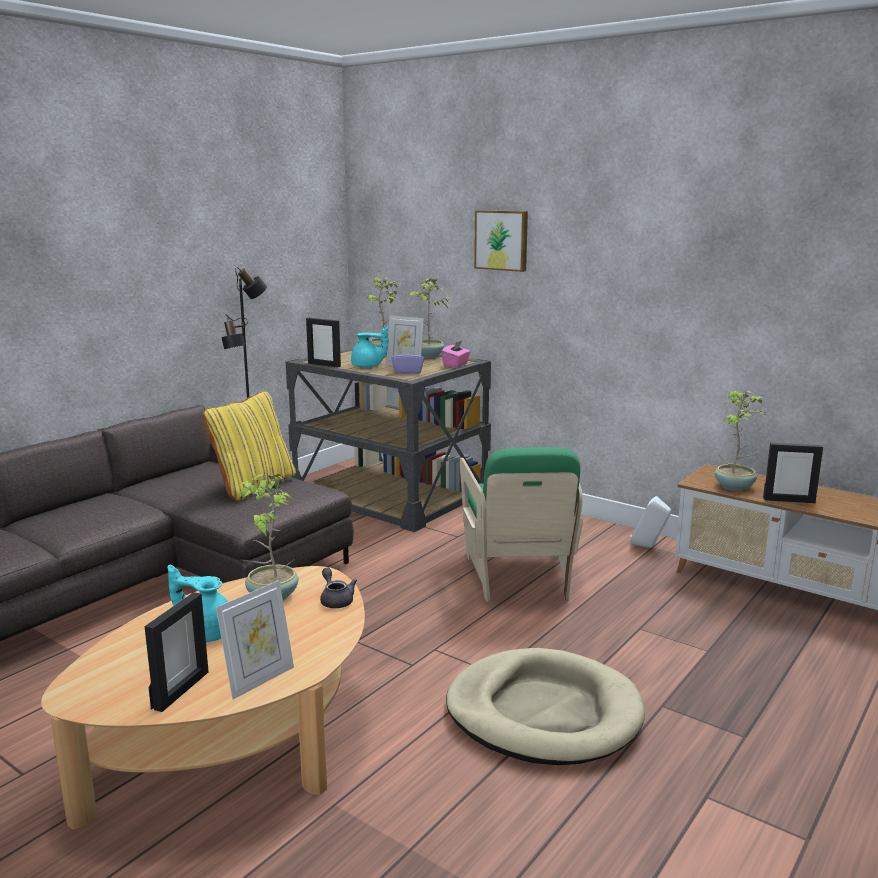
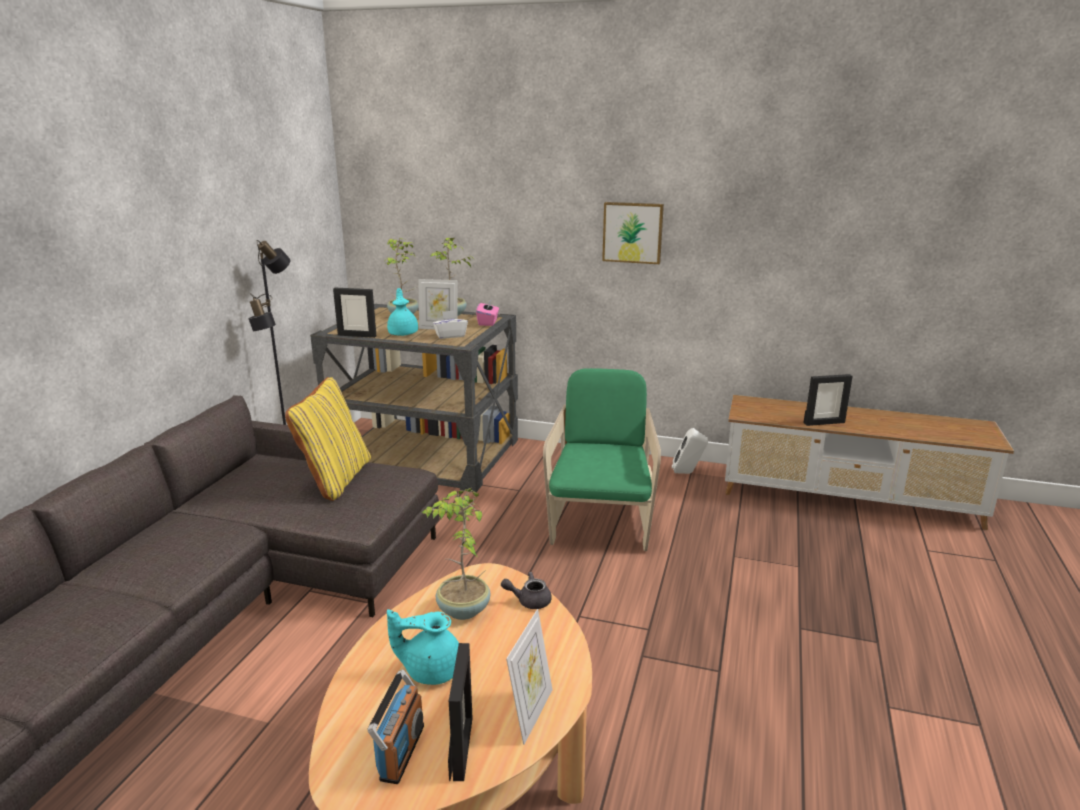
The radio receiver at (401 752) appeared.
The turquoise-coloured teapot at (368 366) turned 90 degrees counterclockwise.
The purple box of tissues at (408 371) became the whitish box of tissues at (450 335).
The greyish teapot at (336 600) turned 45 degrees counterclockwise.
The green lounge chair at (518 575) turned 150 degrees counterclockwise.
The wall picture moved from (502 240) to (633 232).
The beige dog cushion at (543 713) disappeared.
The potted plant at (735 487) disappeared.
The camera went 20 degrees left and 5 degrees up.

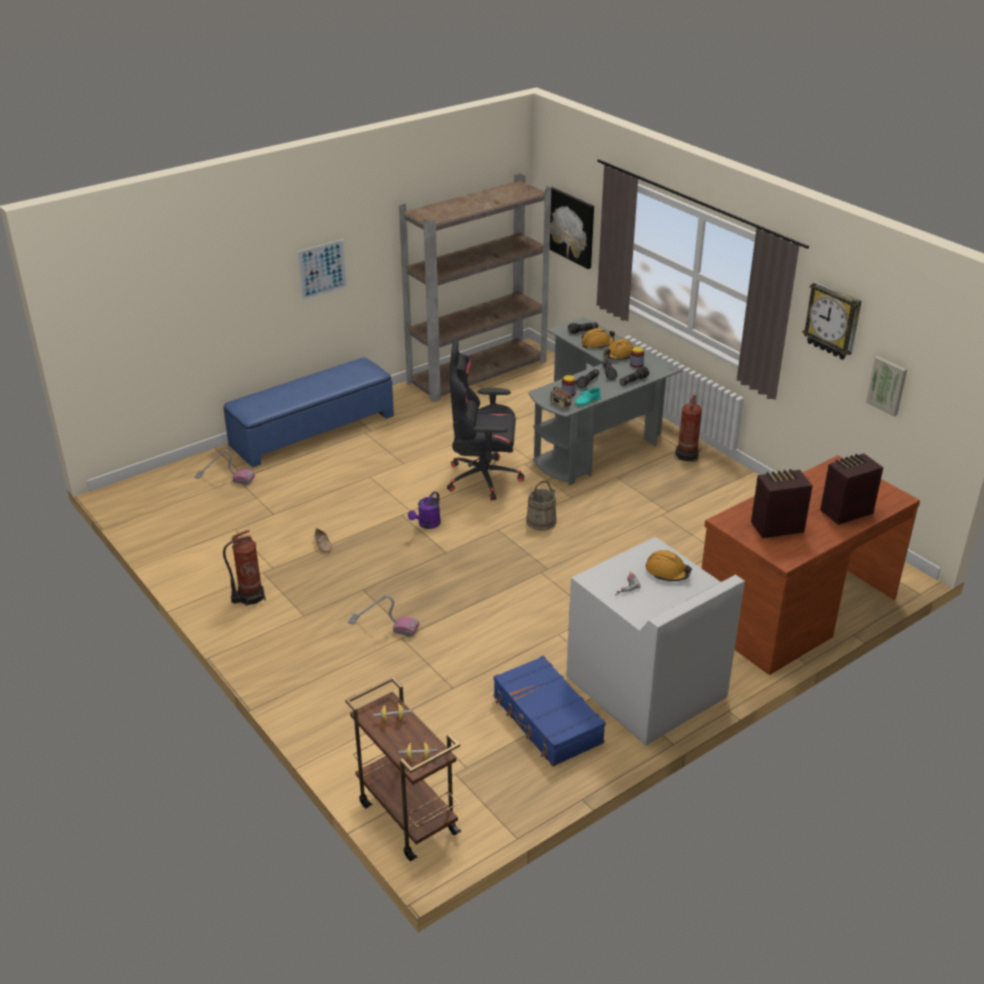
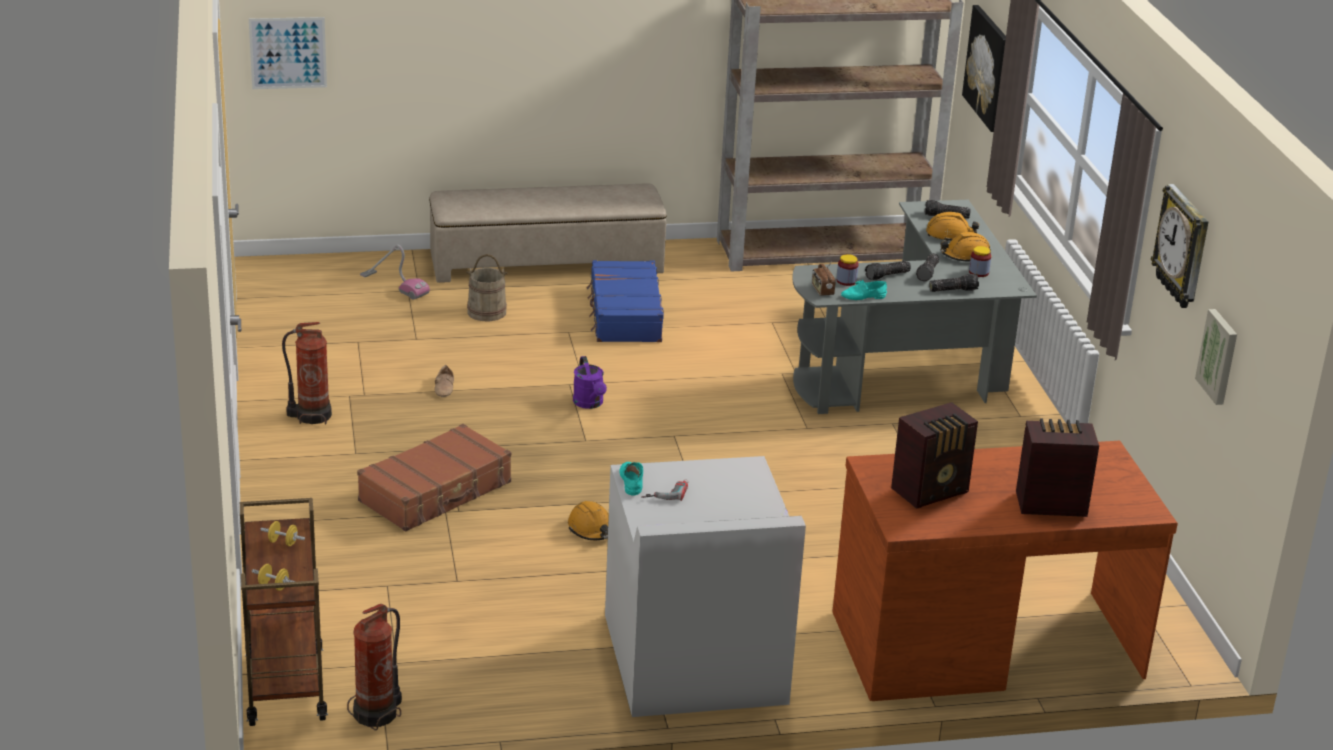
The wall picture moved from (322 269) to (288 53).
The fire-fighting cylinder moved from (687 455) to (377 713).
The vacuum cleaner at (383 626) was replaced by the brownish suitcase at (436 492).
The bluish long seat at (313 430) became the beige long seat at (547 262).
The beige pail moved from (541 521) to (486 312).
The orangey safety helmet moved from (667 572) to (591 529).
The purple watering can at (427 525) turned 75 degrees counterclockwise.
The bluish suitcase moved from (546 720) to (624 315).
The turquoise-coloured low shoe at (630 481) appeared.
The radio receiver at (775 527) turned 135 degrees clockwise.
The black-coloured computer chair at (484 478) disappeared.
The camera went 25 degrees right and 5 degrees down.

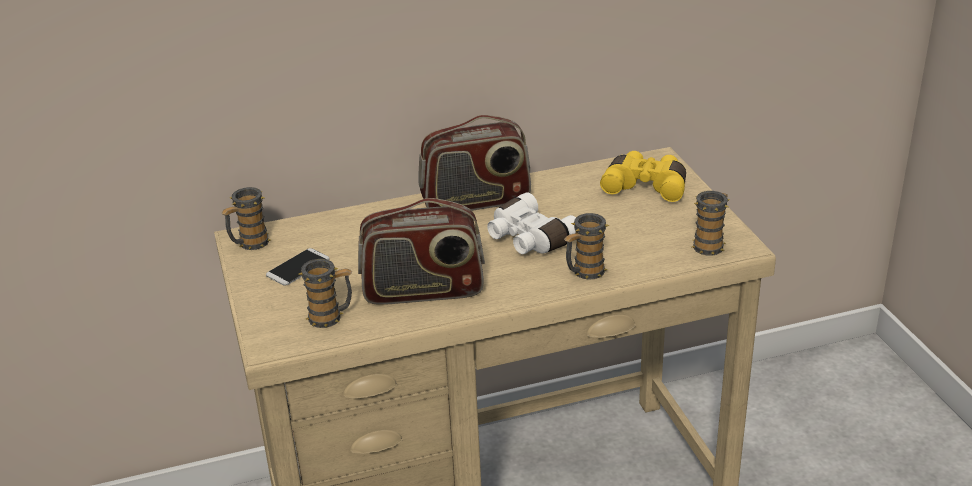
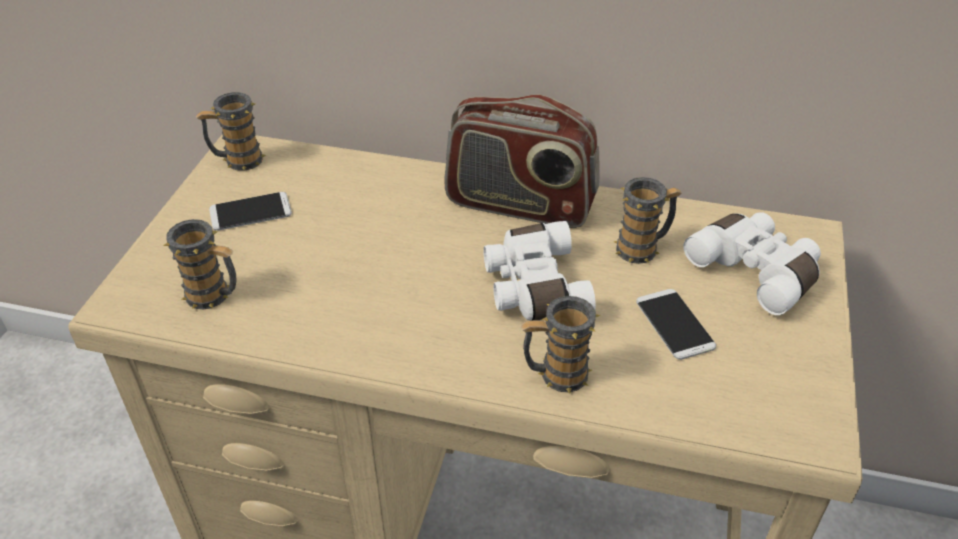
The tea mug moved from (711 244) to (643 248).
The phone at (674 324) appeared.
The yellow pair of binoculars at (646 186) became the whitish pair of binoculars at (756 271).
The radio receiver at (423 291) disappeared.
The camera went 30 degrees right and 10 degrees up.

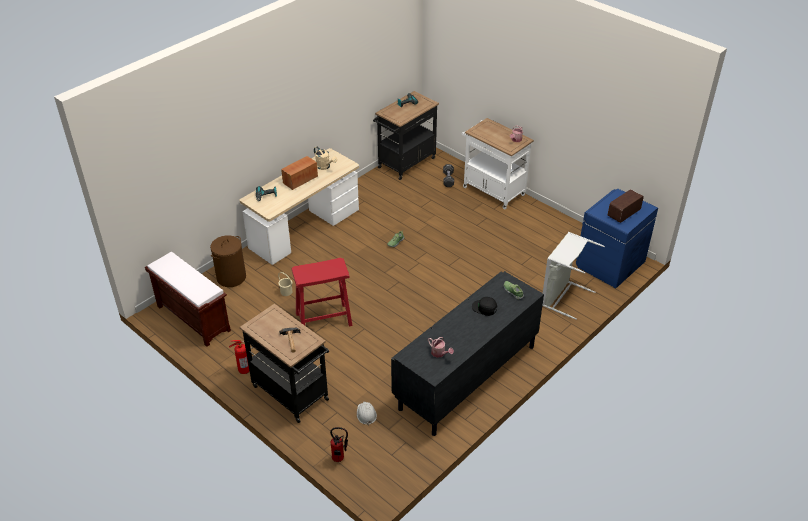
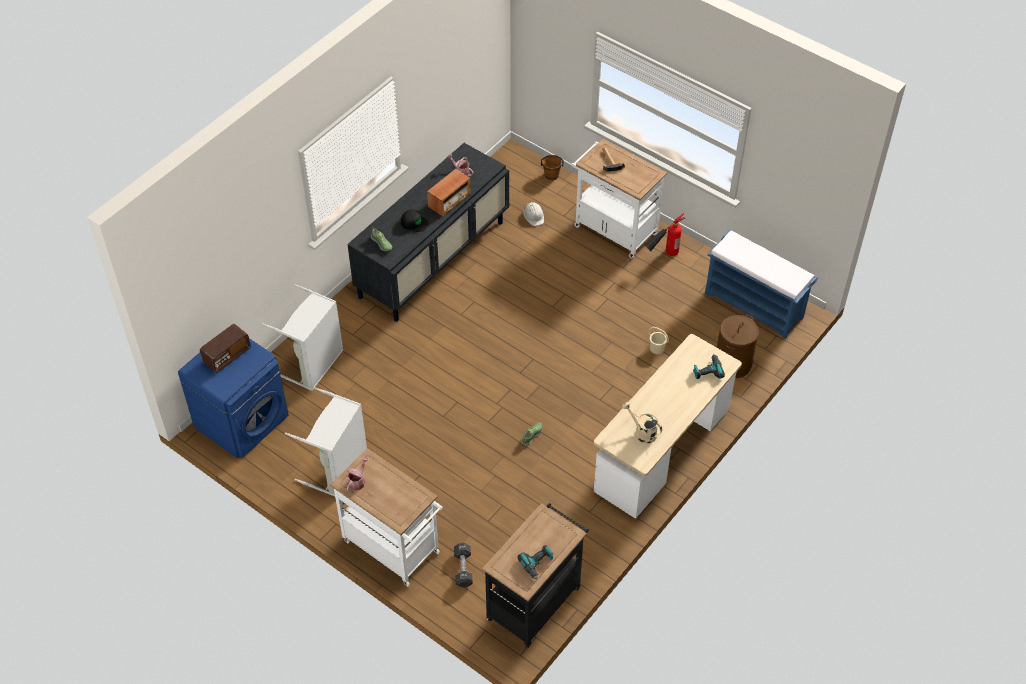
The greyish washing basket at (338 469) appeared.
The radio receiver moved from (300 180) to (449 200).
The fire-fighting cylinder at (340 459) was replaced by the brownish pail at (551 175).
The black-coloured cart at (292 394) became the whitish cart at (613 229).
The brownish long seat at (192 318) became the bluish long seat at (755 305).
The red sitting stool at (323 319) disappeared.
The camera went 175 degrees right and 10 degrees up.

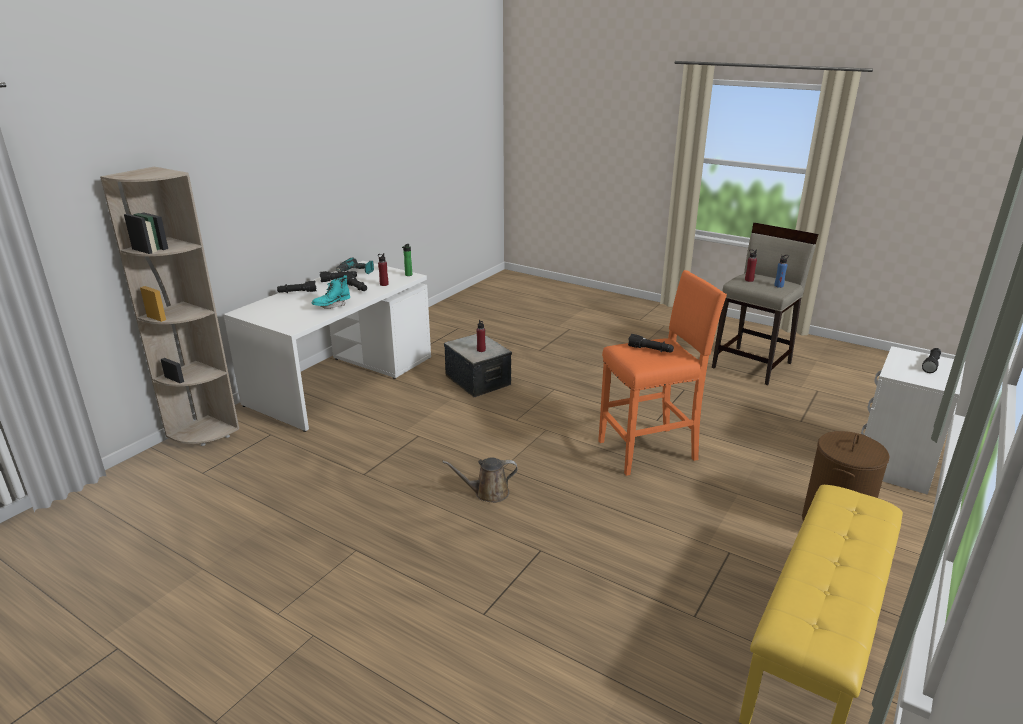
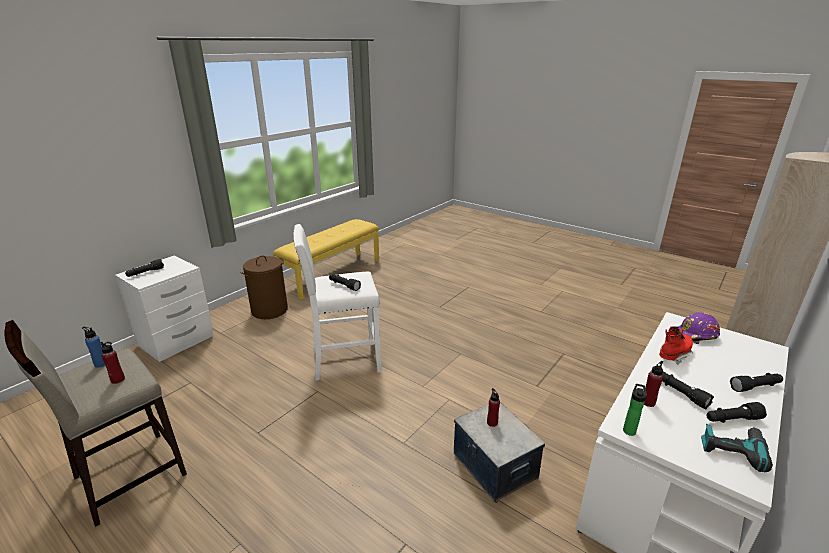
The orangey sitting stool at (650 450) became the whitish sitting stool at (344 361).
The turquoise-coloured high-top boot at (332 306) became the red high-top boot at (674 354).
The purple safety helmet at (696 335) appeared.
The brownish watering can at (488 493) disappeared.
The camera went 175 degrees left and 0 degrees up.

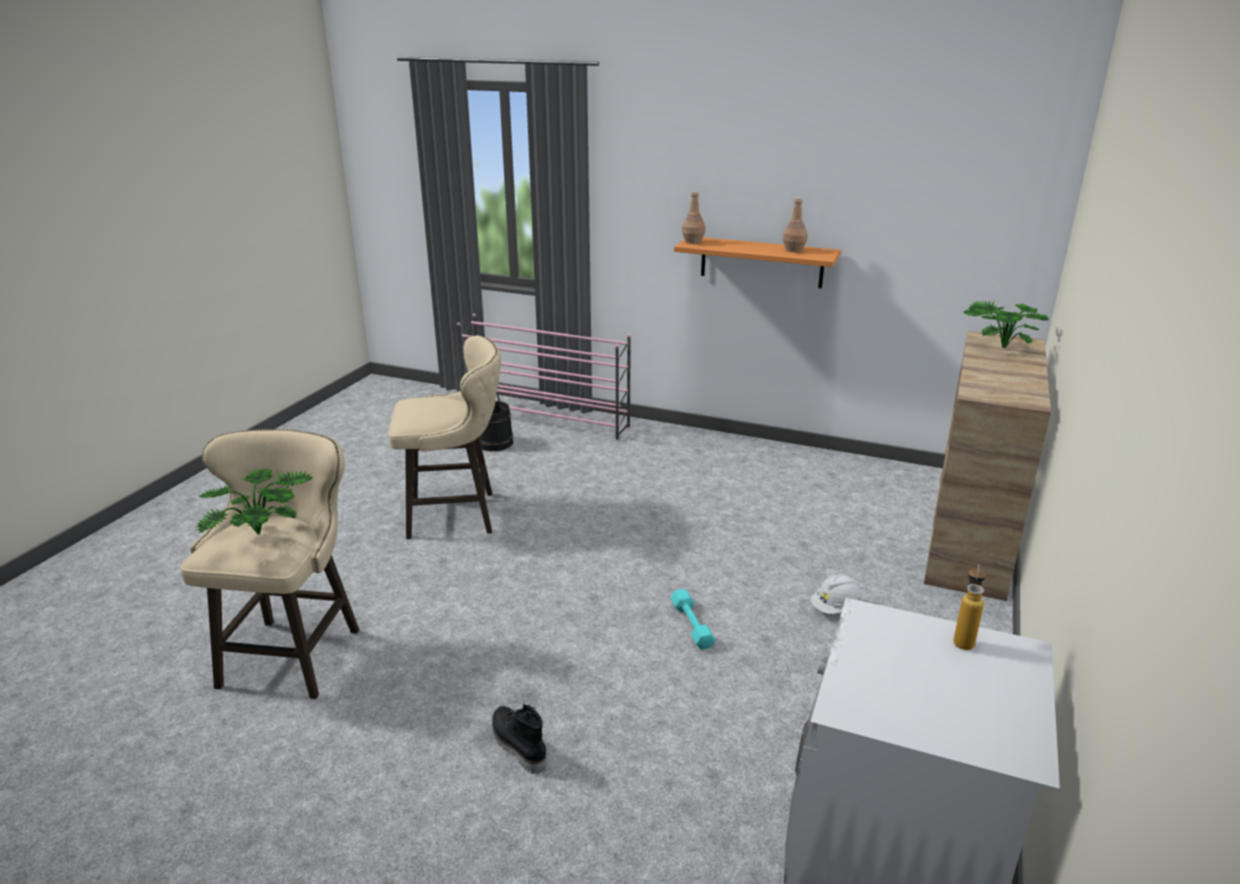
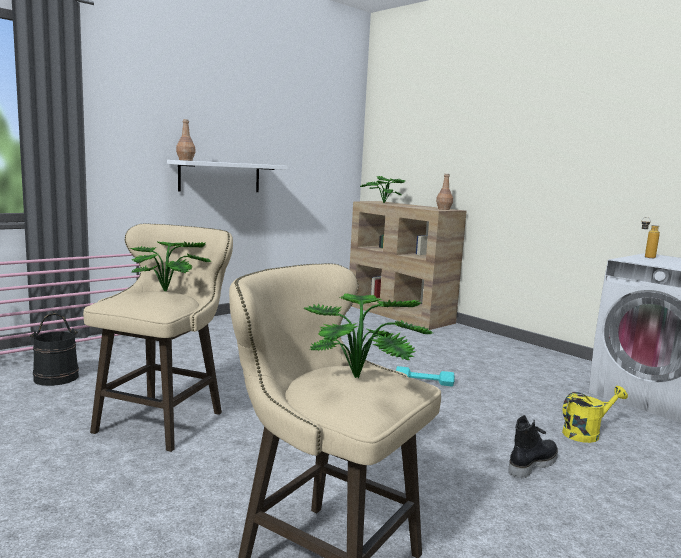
The potted plant at (171 291) appeared.
The orangey shelf at (761 262) became the whitish shelf at (220 177).
The brownish beverage bottle moved from (794 250) to (444 209).
The black-coloured high-top boot at (517 746) turned 150 degrees clockwise.
The yellow watering can at (586 433) appeared.
The whitish safety helmet at (836 608) disappeared.
The camera went 65 degrees left and 15 degrees down.

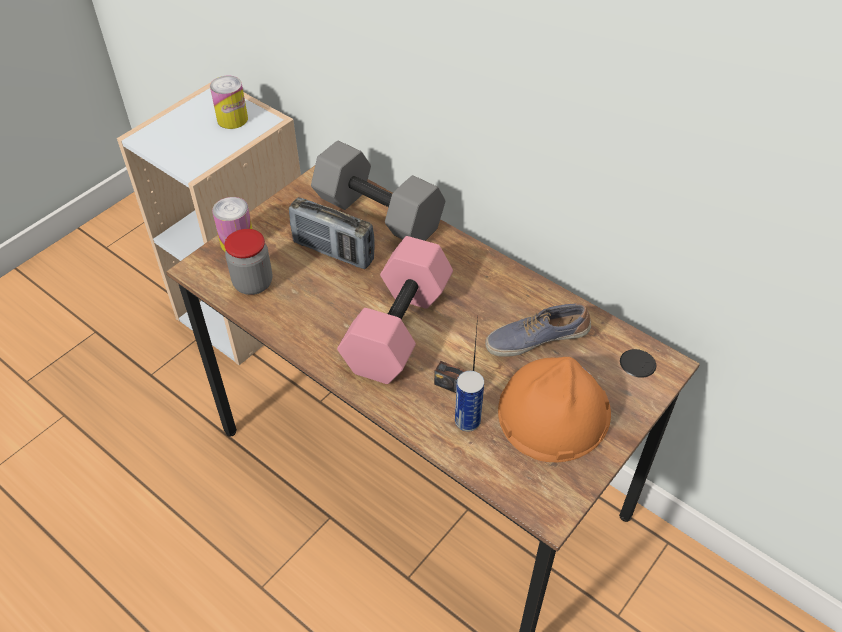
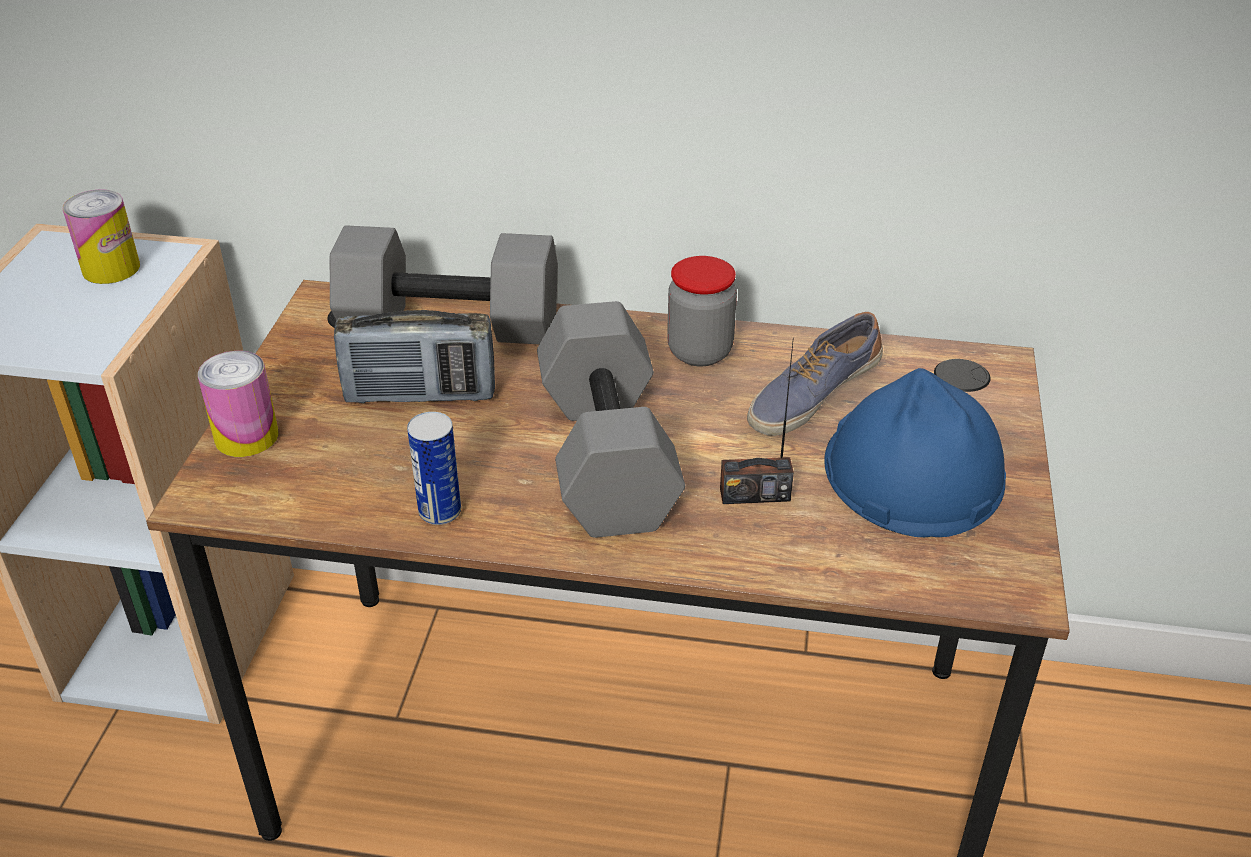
The metal can moved from (467 421) to (440 511).
The pinkish hand weight at (396 326) became the greyish hand weight at (602 454).
The preserve jar moved from (253 283) to (699 352).
The orangey safety helmet at (553 412) became the bluish safety helmet at (912 472).
The camera went 30 degrees left and 10 degrees down.

